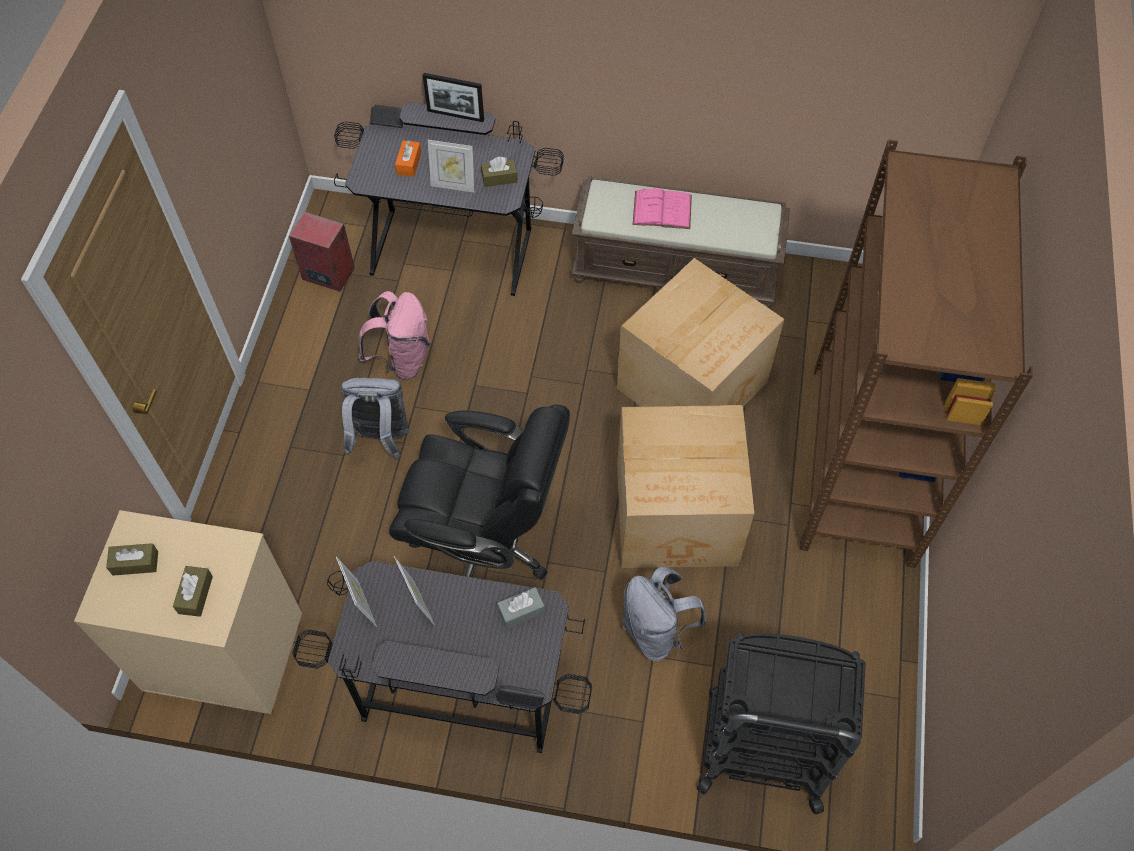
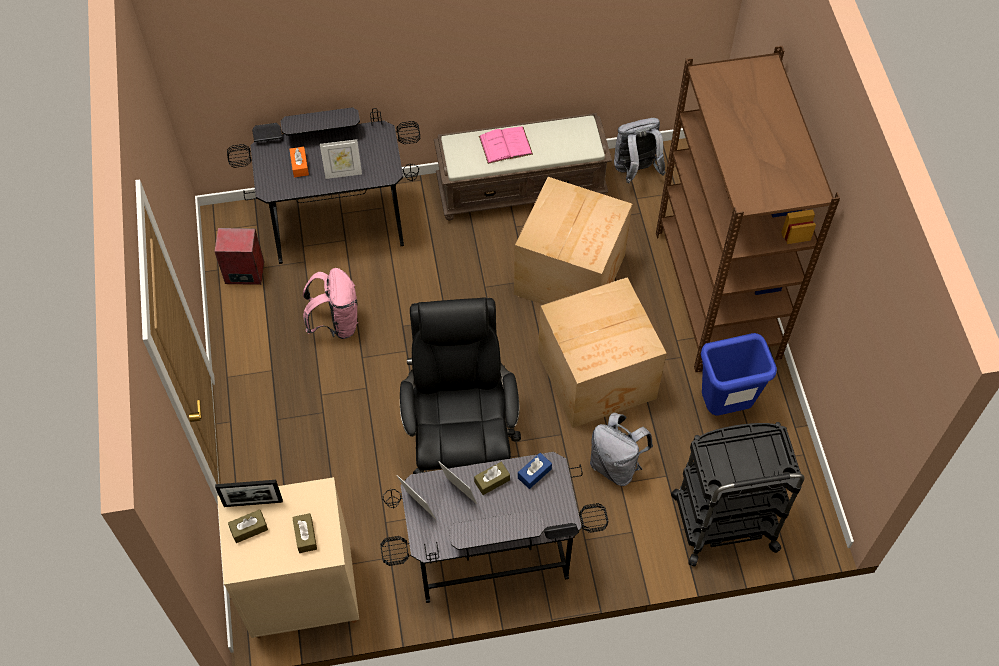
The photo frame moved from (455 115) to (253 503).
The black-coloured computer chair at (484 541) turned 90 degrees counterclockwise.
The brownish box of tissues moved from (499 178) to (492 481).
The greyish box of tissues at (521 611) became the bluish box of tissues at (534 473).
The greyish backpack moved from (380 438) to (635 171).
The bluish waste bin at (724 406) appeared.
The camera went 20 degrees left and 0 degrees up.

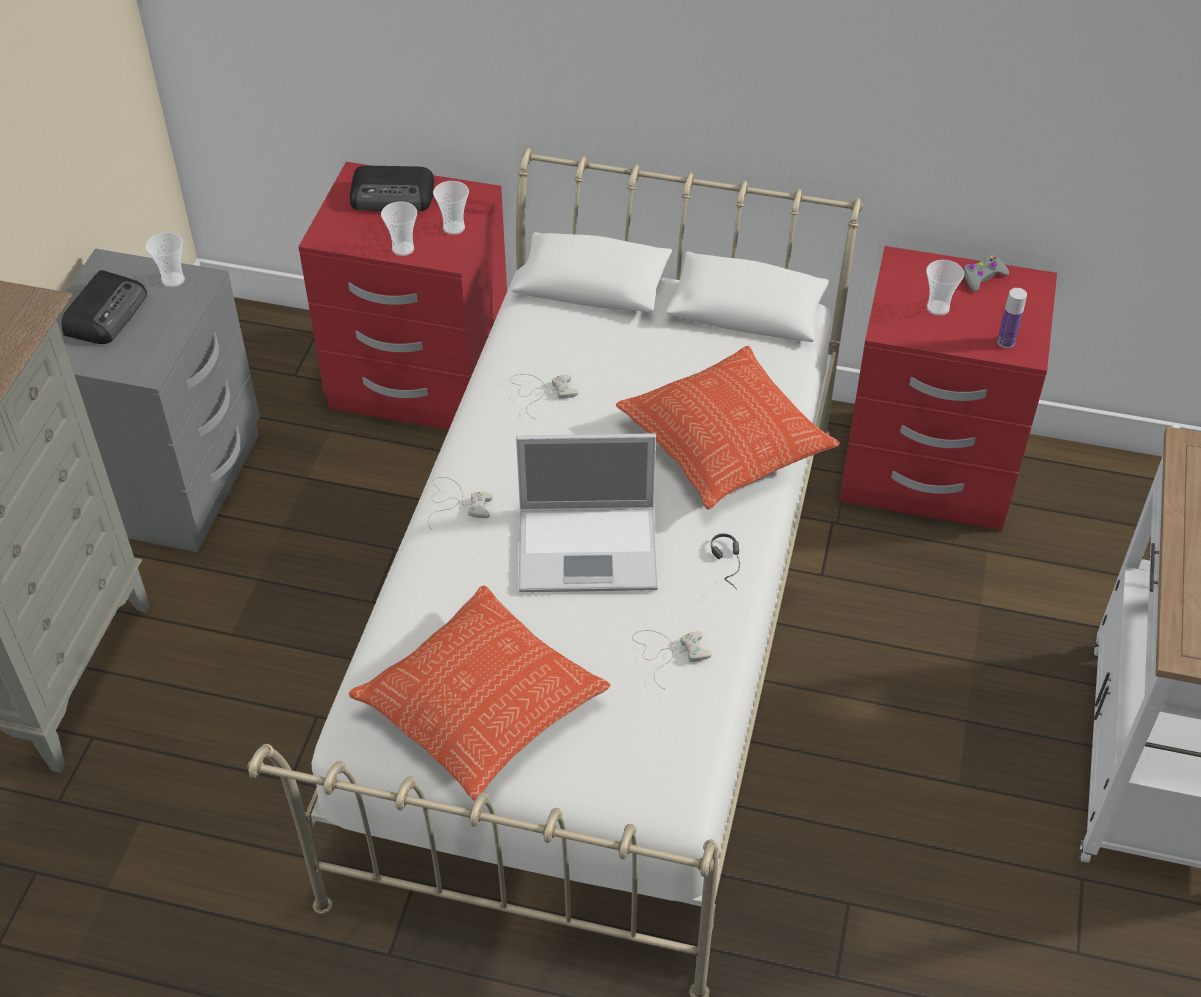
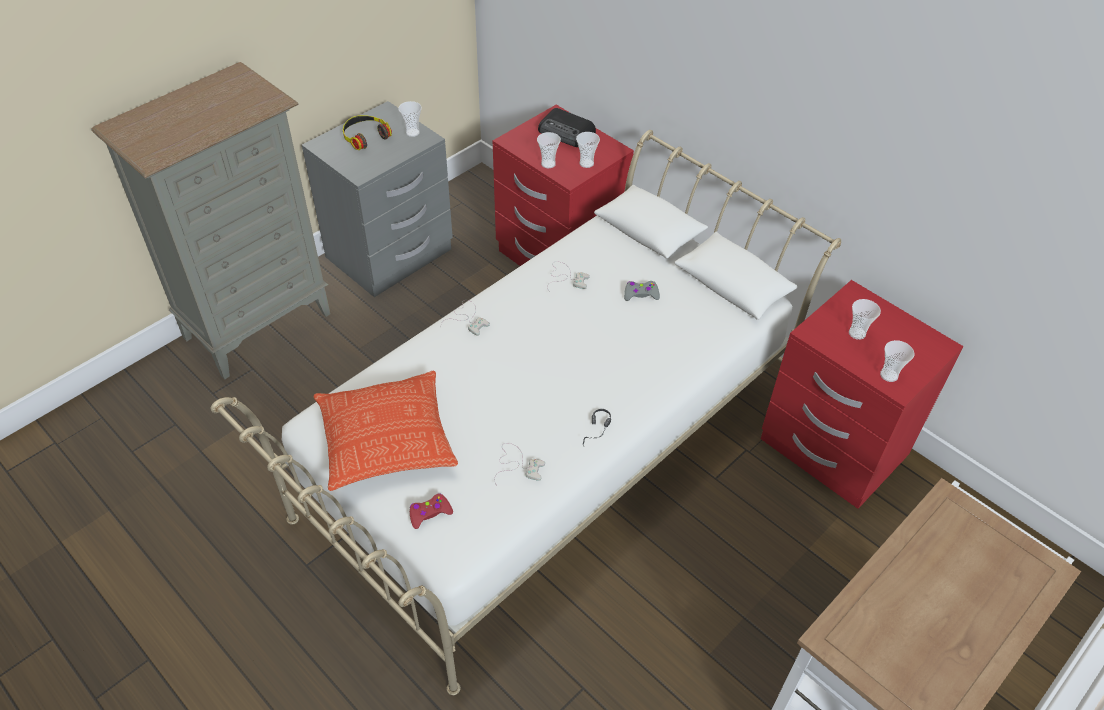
The radio receiver at (106 313) was replaced by the headset at (365 136).
The red joypad at (429 513) appeared.
The greyish joypad moved from (982 277) to (640 294).
The beverage bottle at (1006 342) was replaced by the small cup at (889 375).
The notebook computer at (590 548) disappeared.
The orangey cushion at (726 445) disappeared.
The camera went 30 degrees right and 0 degrees up.

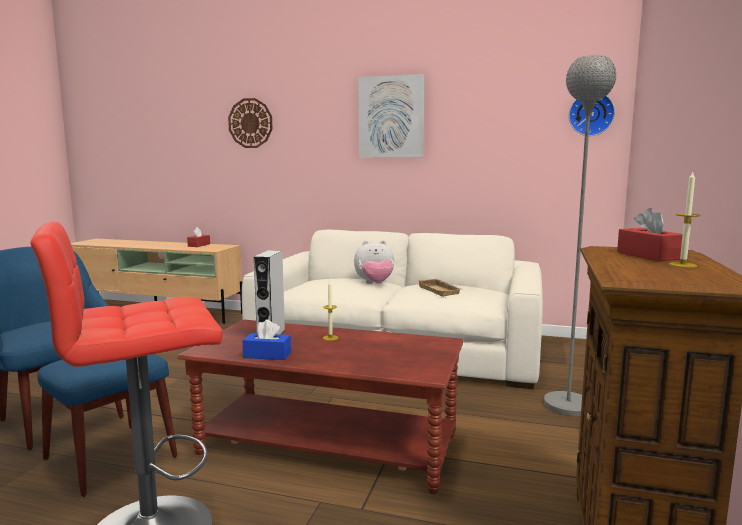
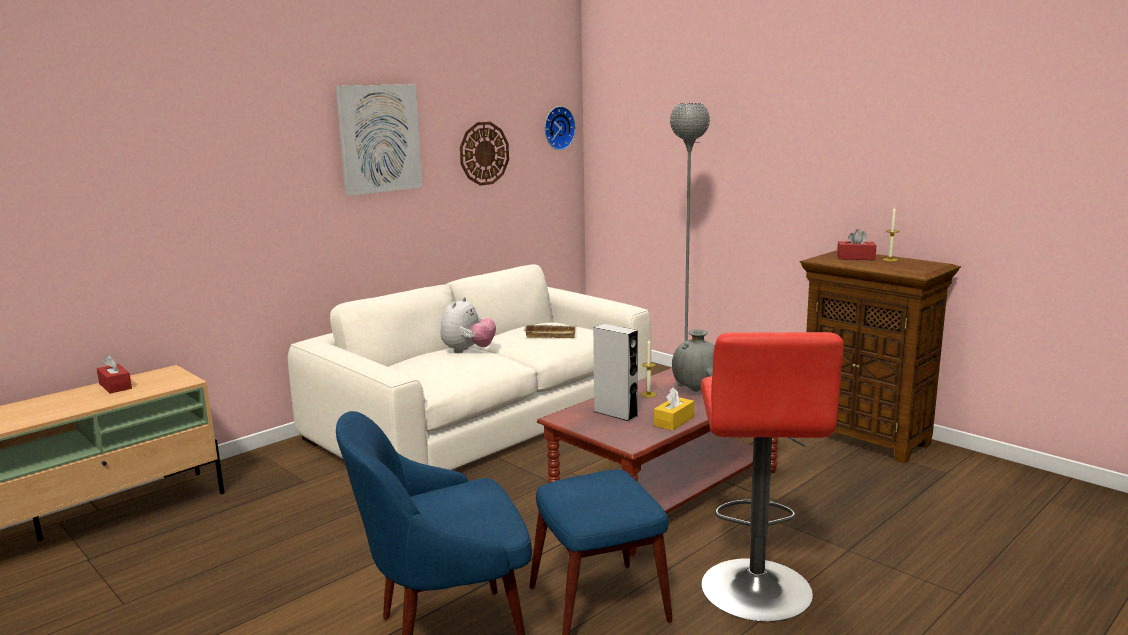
The wall clock moved from (250 123) to (484 153).
The bluish box of tissues at (267 355) became the yellow box of tissues at (673 421).
The greyish flower vase at (696 391) appeared.
The camera went 60 degrees left and 5 degrees up.

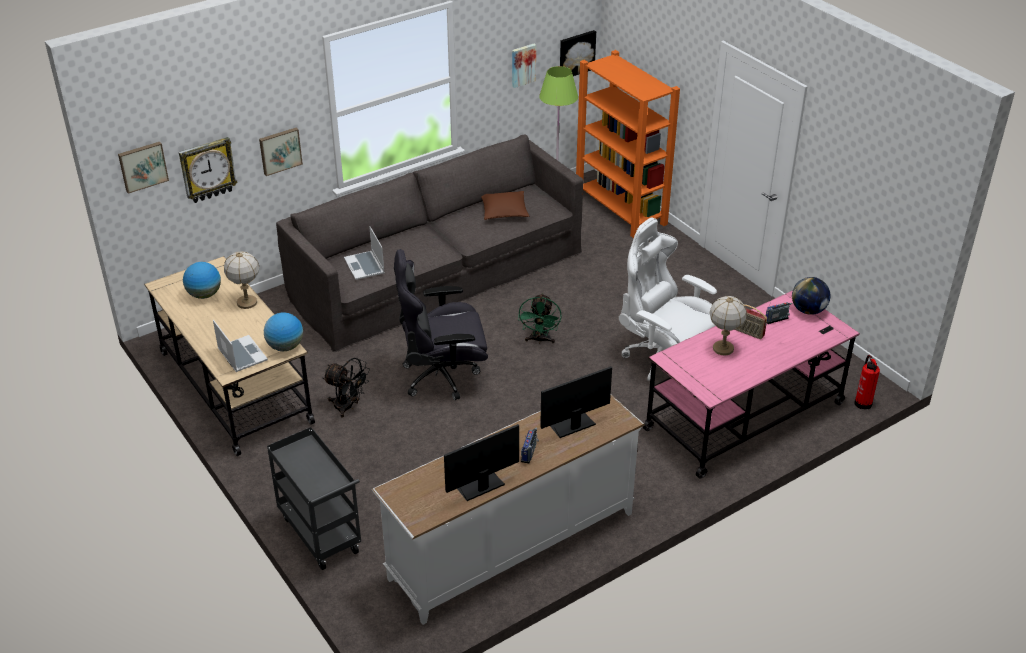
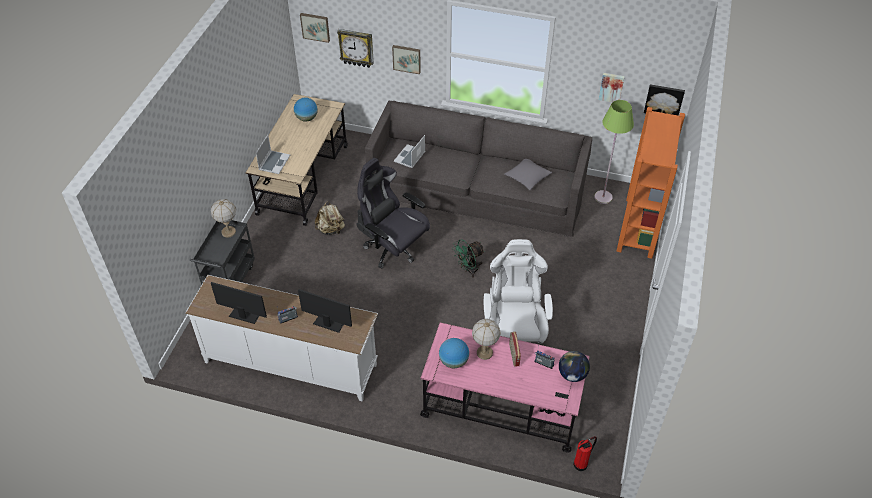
The lamp for a table moved from (247 302) to (229 232).
The black-coloured cooling fan at (348 407) was replaced by the beige backpack at (331 230).
The desk globe moved from (285 347) to (453 361).
The brownish cushion at (504 211) became the greyish cushion at (527 177).
The camera went 50 degrees right and 10 degrees up.

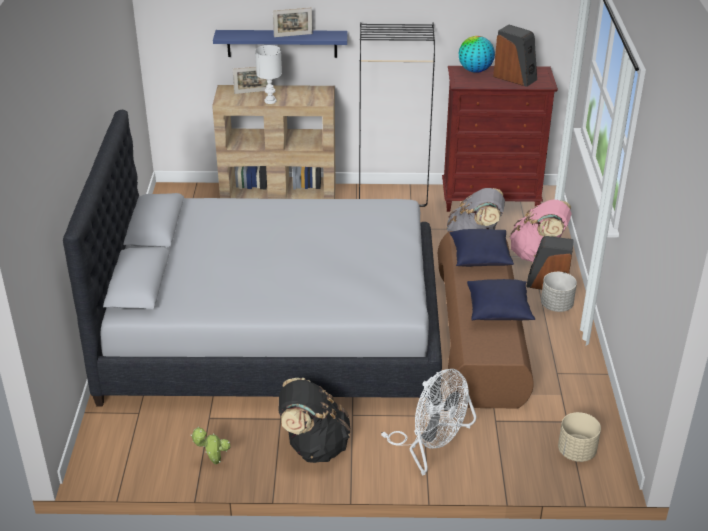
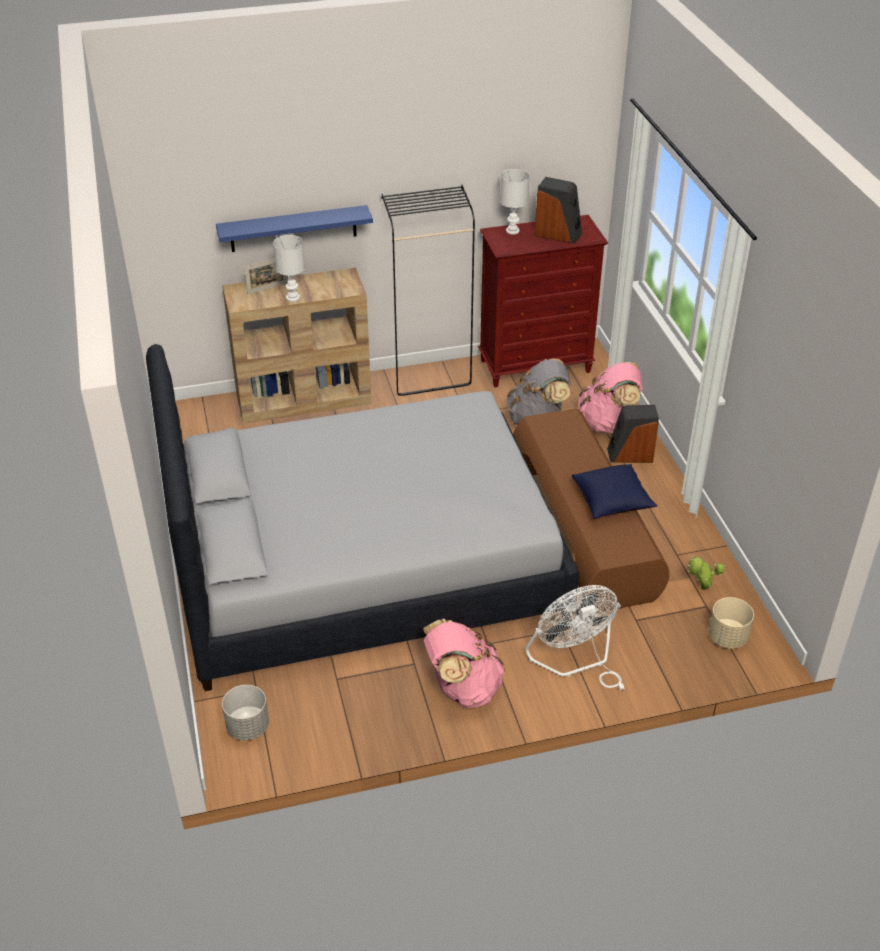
The greyish flower pot moved from (556 306) to (248 727).
The black-coloured backpack at (314 446) became the pinkish backpack at (462 688).
The desk globe at (475 70) was replaced by the whitish lamp for a table at (512 231).
The whitish cooling fan at (430 444) turned 135 degrees counterclockwise.
The potted plant moved from (213 462) to (701 588).
The photo frame at (293 35) disappeared.
The bluish cushion at (480 258) disappeared.
The camera went 15 degrees left and 5 degrees up.

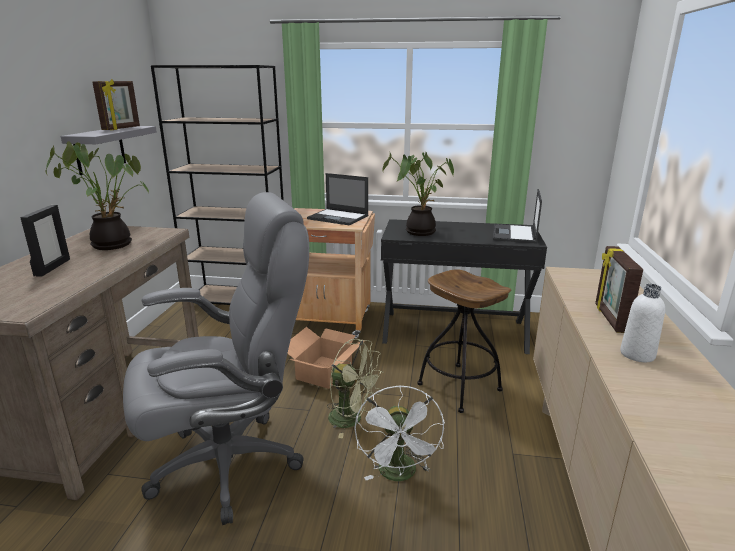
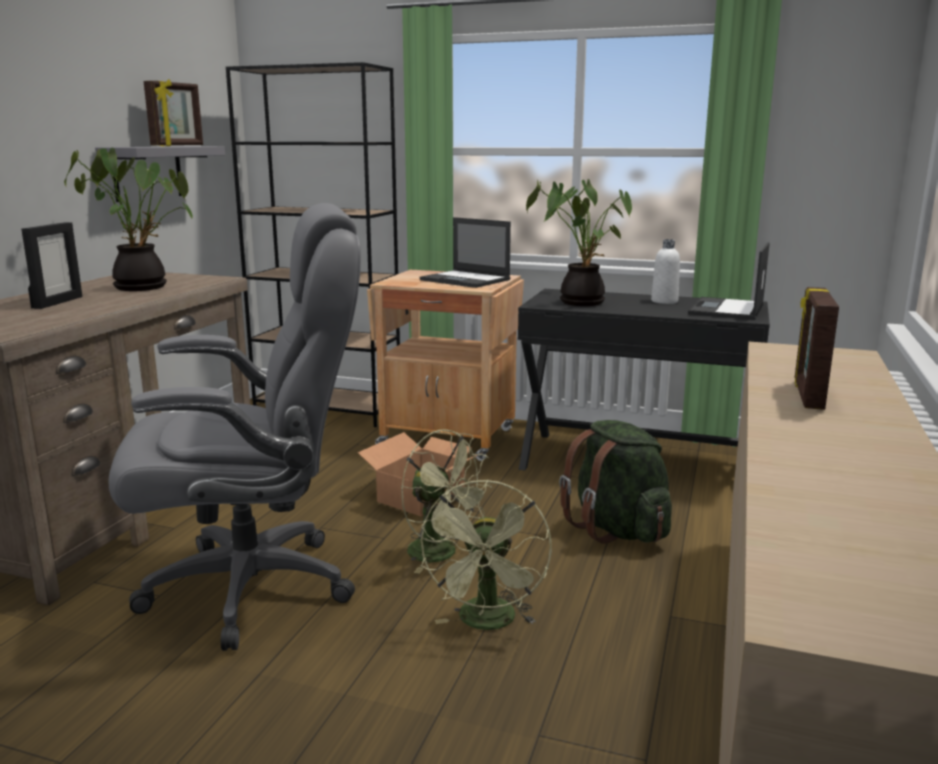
The whitish cooling fan at (399 475) became the green cooling fan at (488 623).
The brownish sitting stool at (459 386) was replaced by the green backpack at (617 529).
The whitish beverage bottle moved from (637 354) to (664 301).
The camera went 10 degrees right and 5 degrees down.

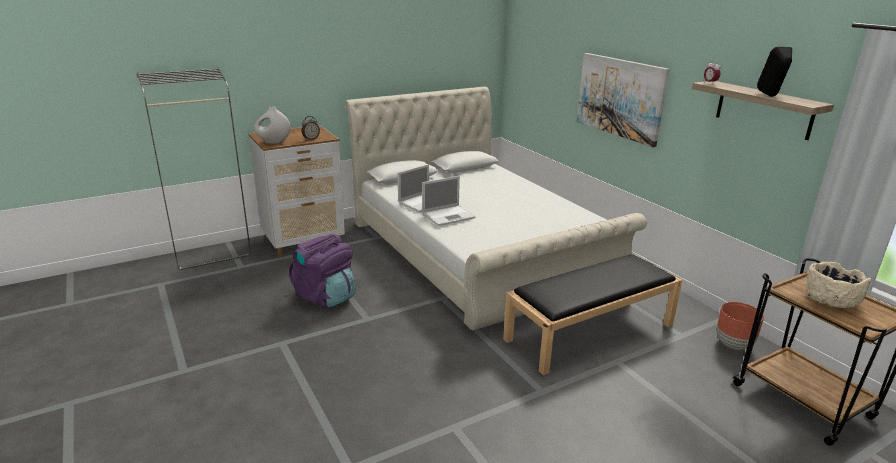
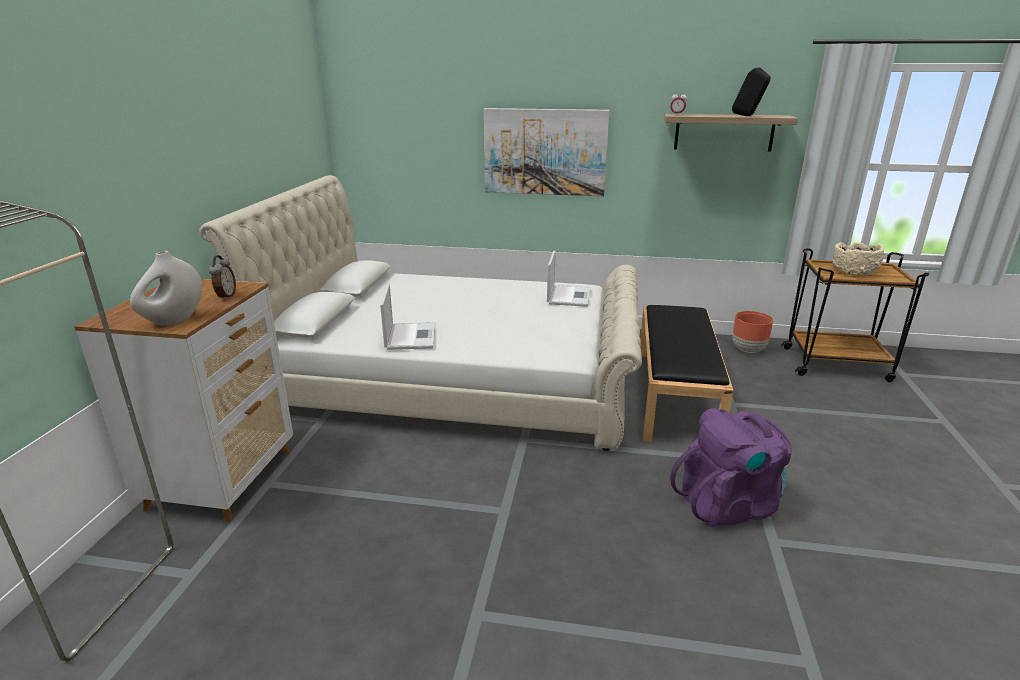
The notebook computer moved from (449 215) to (568 296).
The purple backpack moved from (326 296) to (728 505).
The camera went 50 degrees left and 0 degrees up.

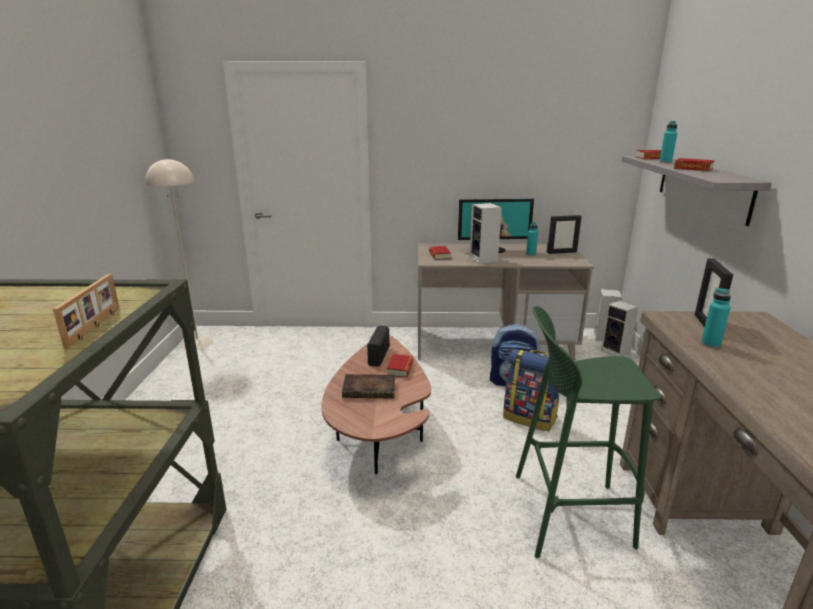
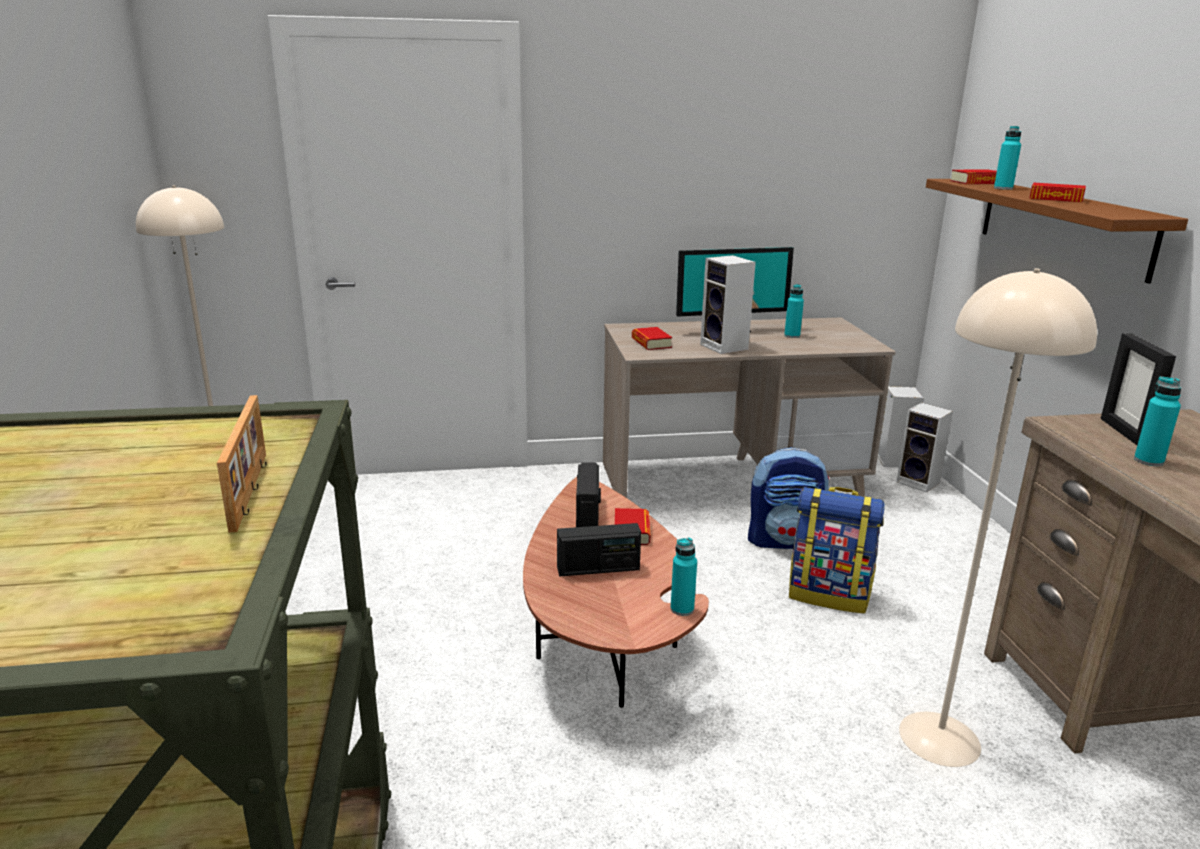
The book at (370 389) was replaced by the radio receiver at (598 569).
The turquoise-coloured beverage bottle at (682 609) appeared.
The green sitting stool at (569 514) was replaced by the beige floor lamp at (938 737).
The greyish shelf at (702 186) became the brownish shelf at (1062 225).
The photo frame at (561 252) disappeared.
The camera went 10 degrees left and 0 degrees up.

